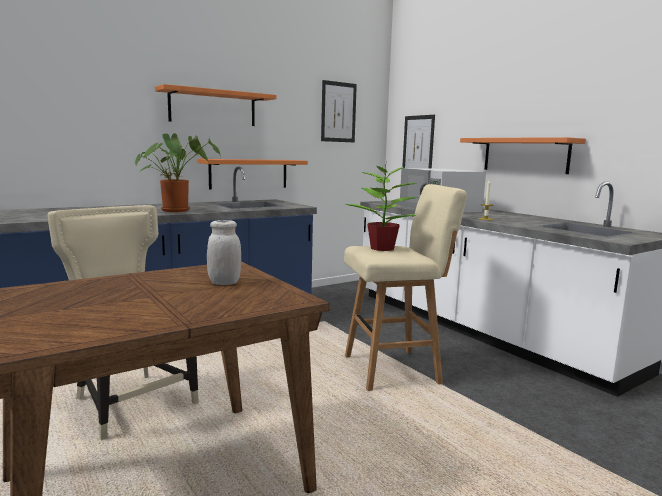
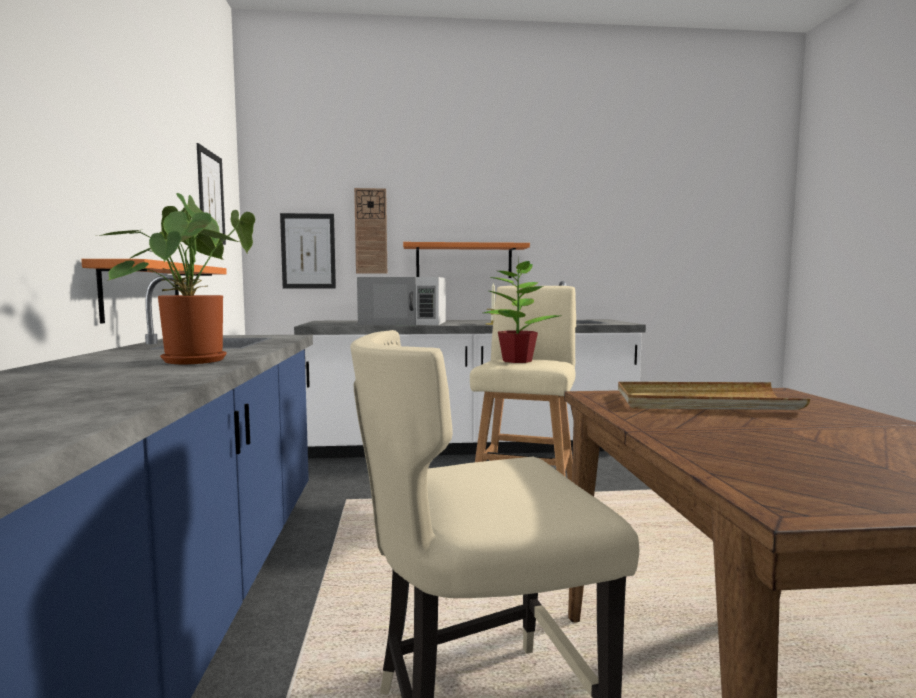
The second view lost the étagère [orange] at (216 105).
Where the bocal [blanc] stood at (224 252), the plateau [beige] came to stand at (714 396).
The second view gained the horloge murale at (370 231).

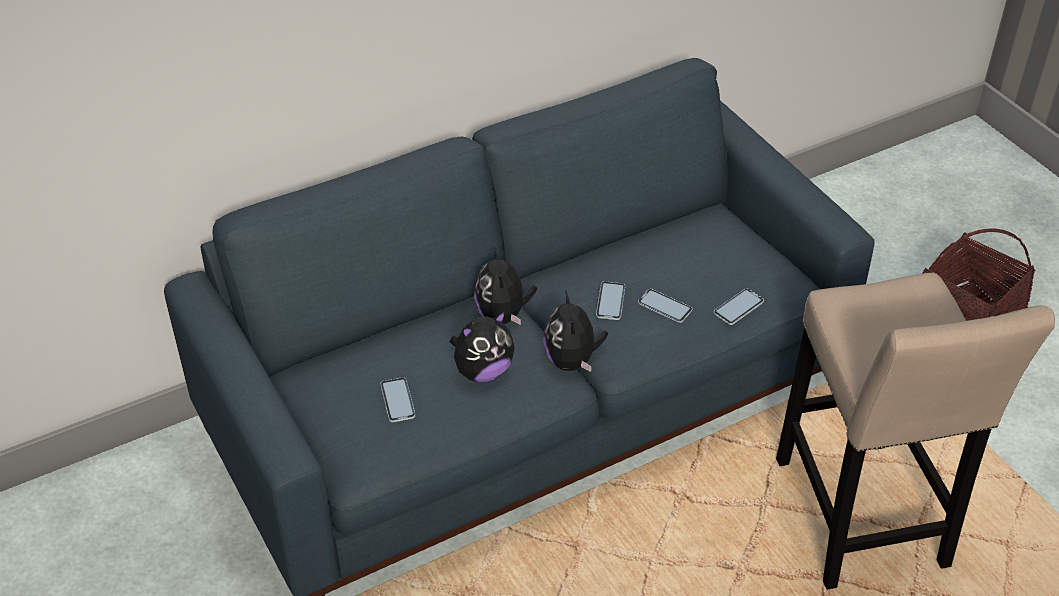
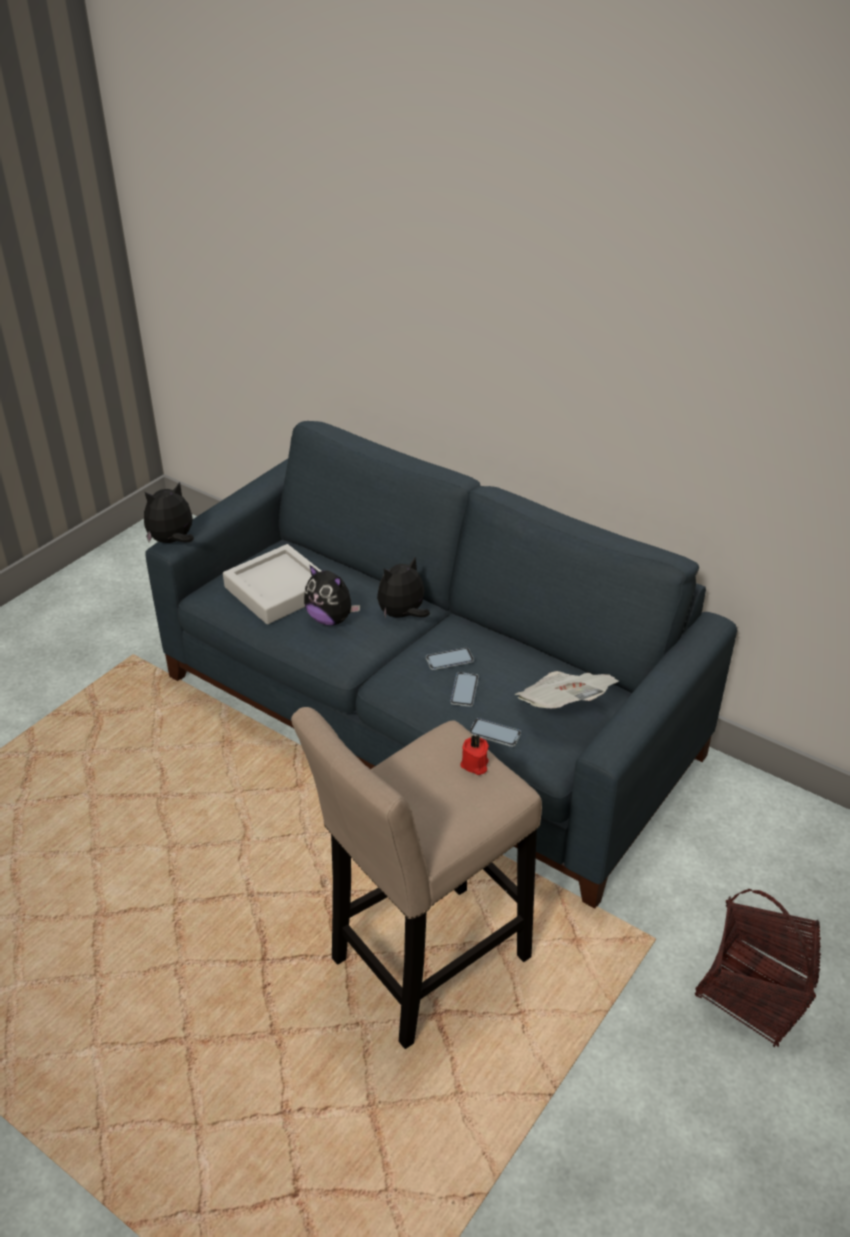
The peluche ended up elsewhere, having gone from (575 331) to (169 512).
Where the téléphone stood at (398 399), the plateau [gris] came to stand at (272 584).
The second view gained the journal at (567 689).
The second view gained the bougie [rouge] at (474 755).

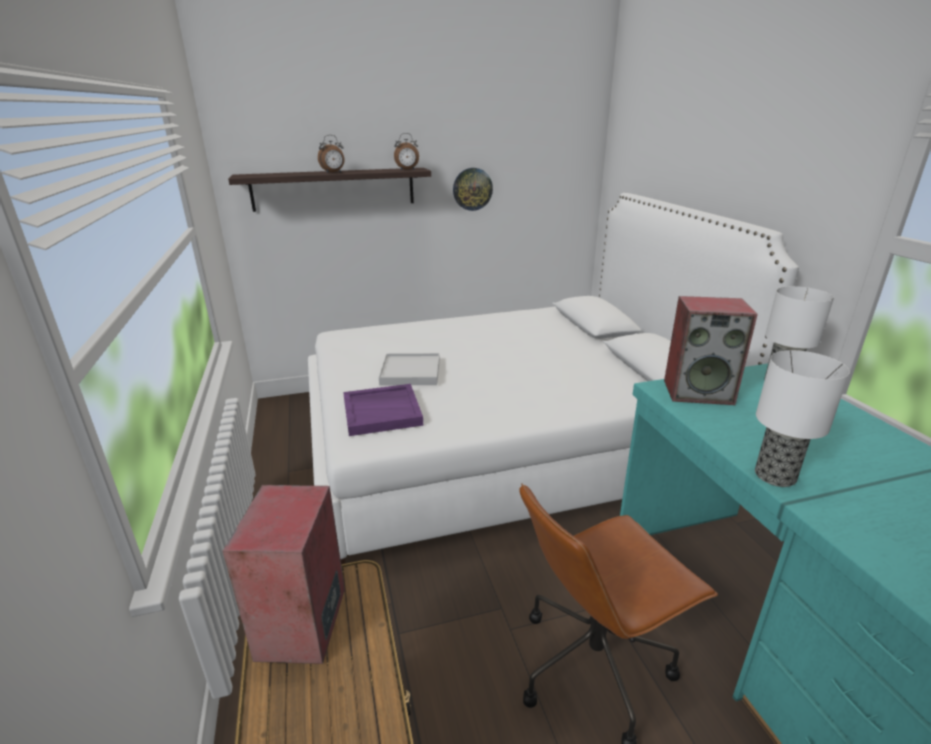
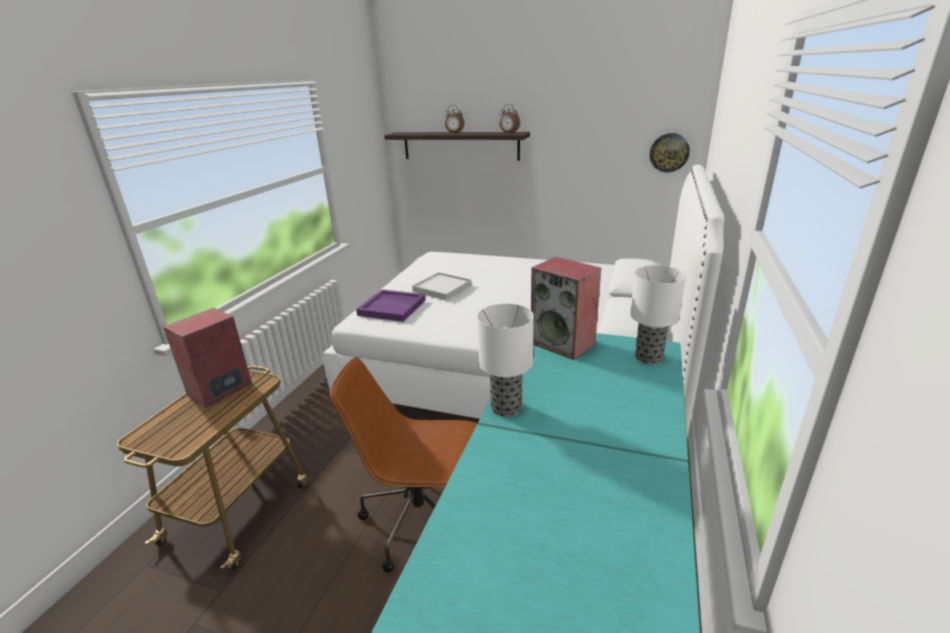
The horloge murale ended up elsewhere, having gone from (473 189) to (670 152).

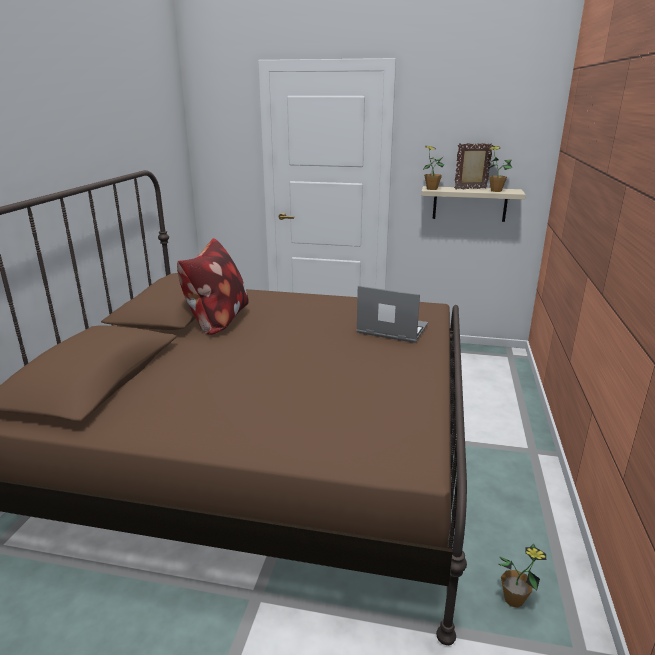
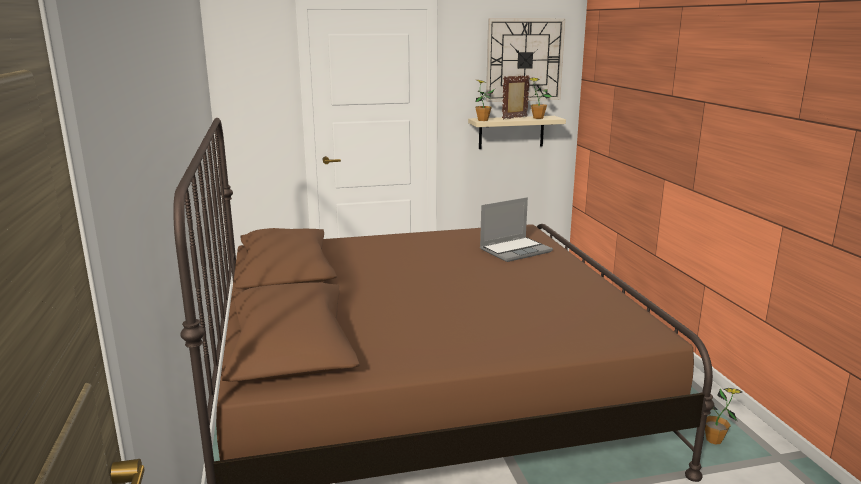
The second view lost the coussin at (213 286).
The ordinateur portable at (392 314) ended up facing another way, 150 degrees clockwise from before.
The second view gained the horloge murale at (525 60).

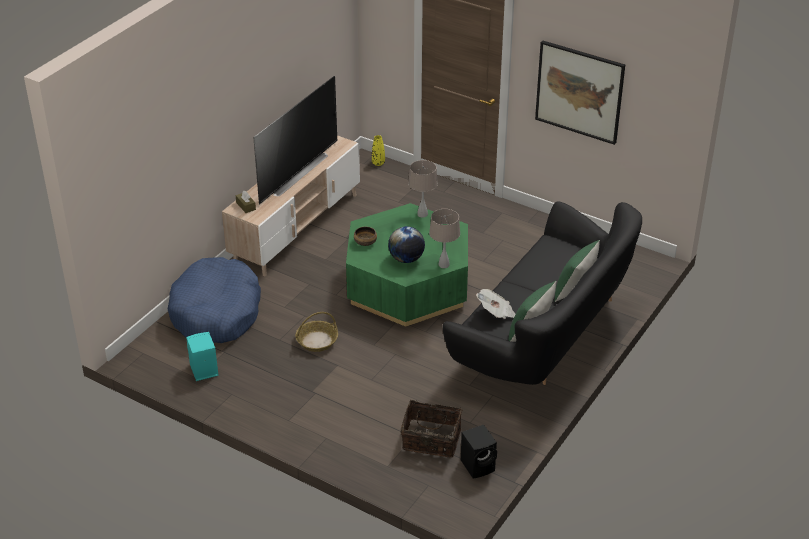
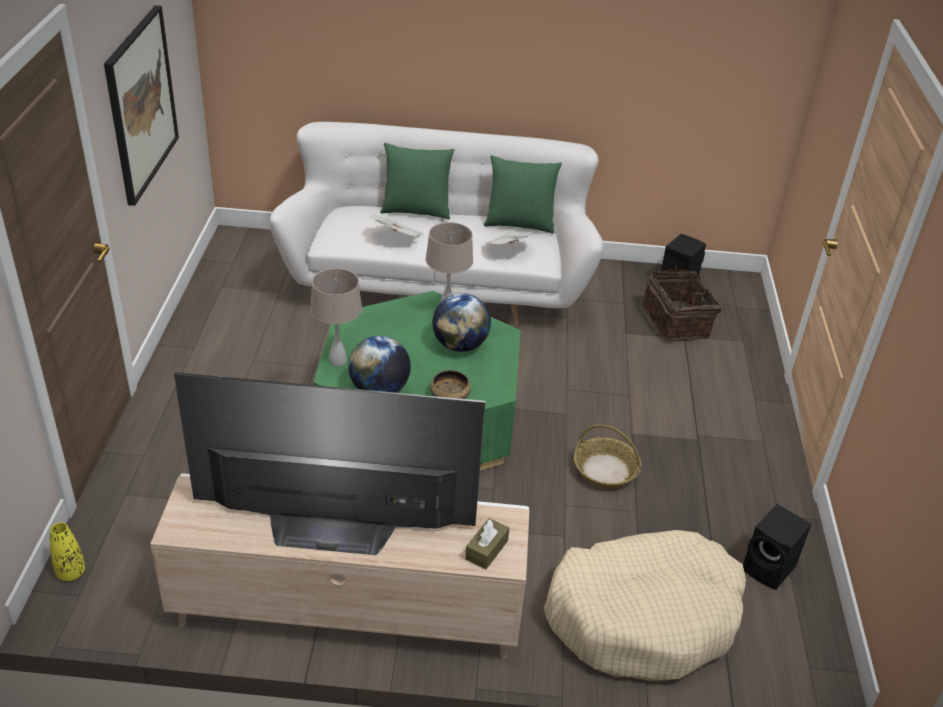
What was the canapé [noir] at (542 293) turned into the canapé [blanc] at (437 223).
What was the panier pour chien [bleu] at (214 300) turned into the panier pour chien [beige] at (645 605).
What was the enceinte [turquoise] at (202 356) turned into the enceinte [noir] at (777 547).
The second view gained the journal at (396 226).
The second view gained the globe at (379 364).

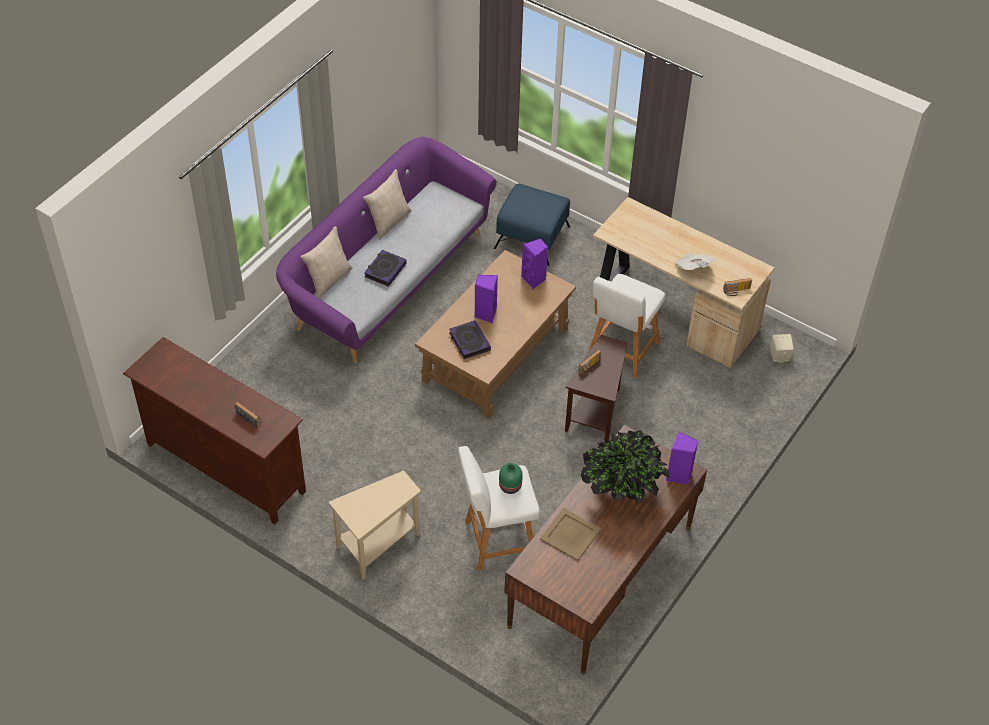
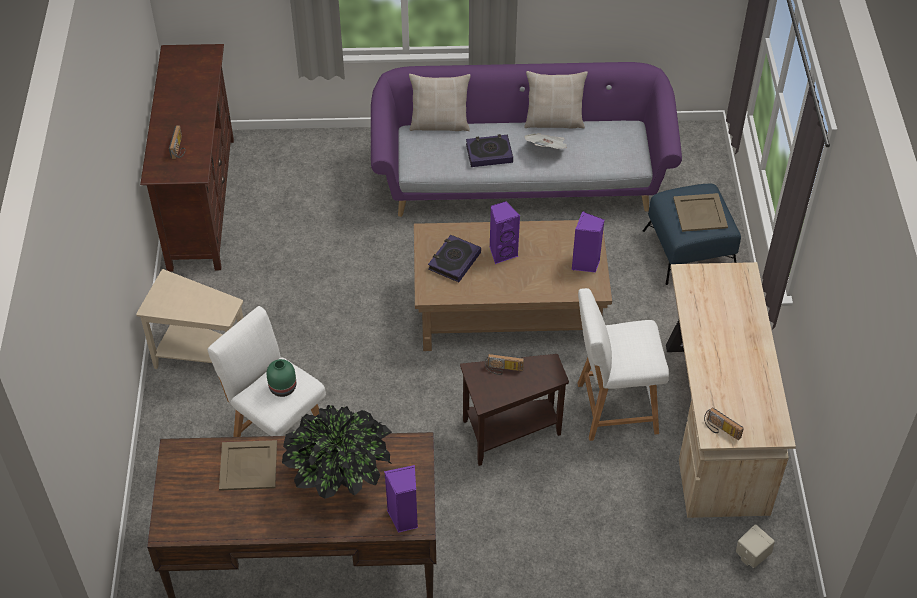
The journal ended up elsewhere, having gone from (694 261) to (546 141).
The second view gained the plateau [beige] at (700 212).

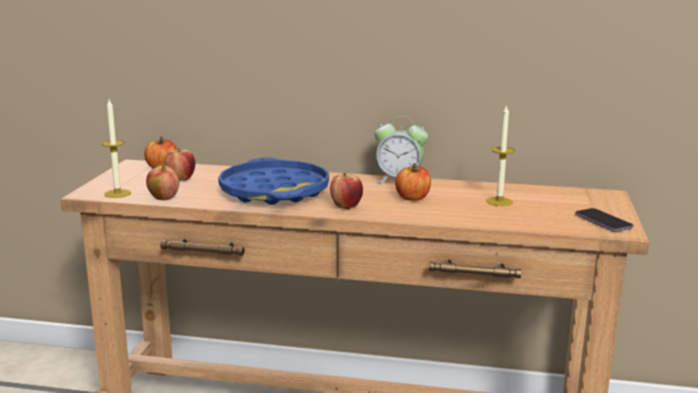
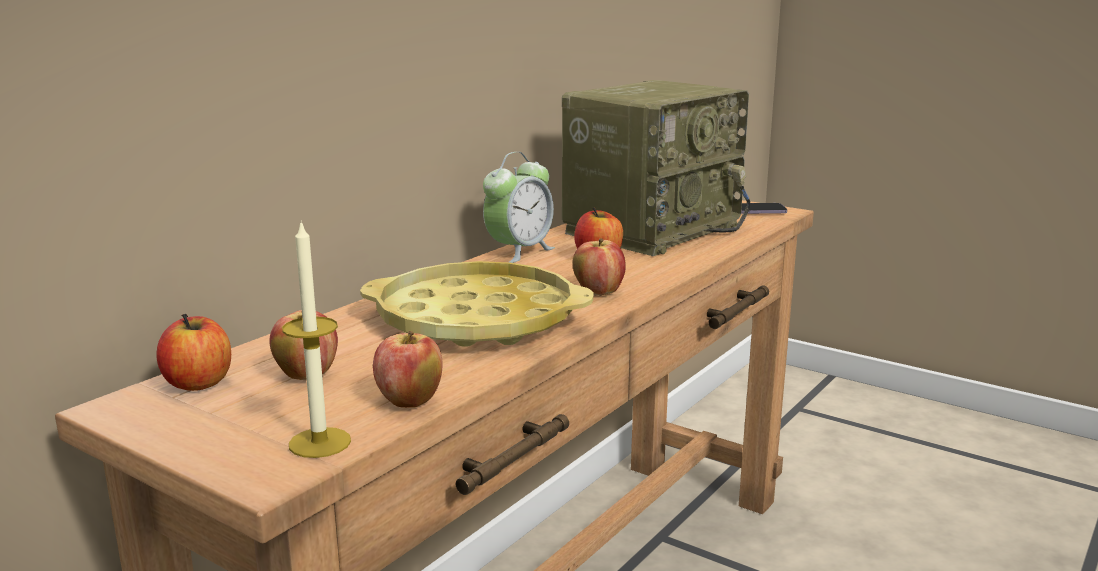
Where the bougie stood at (500 155), the radio came to stand at (656 168).
What was the plateau [bleu] at (273 181) turned into the plateau [jaune] at (476 304).

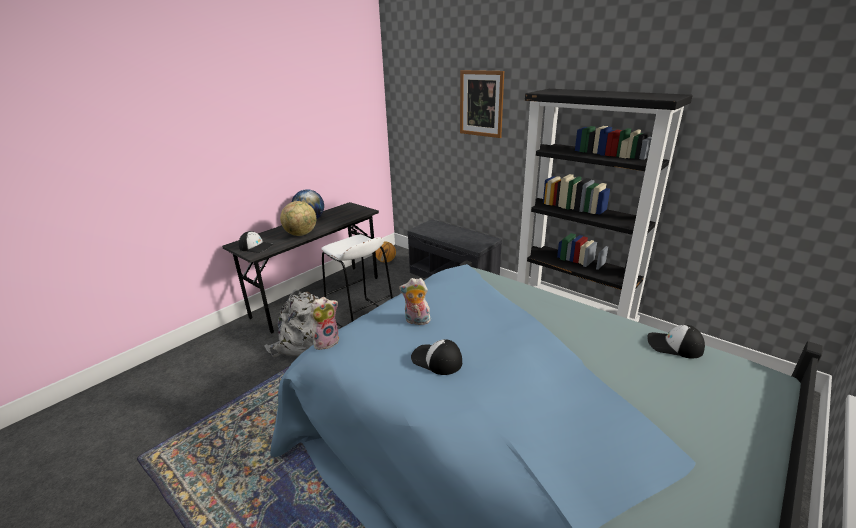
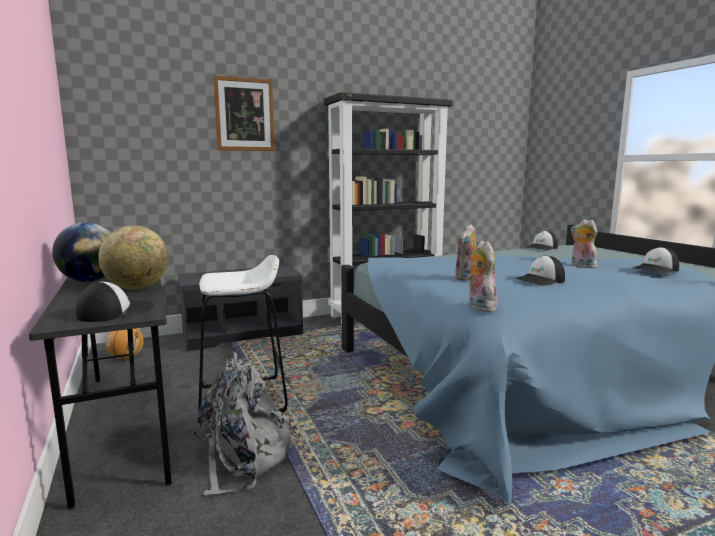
The second view gained the peluche at (584 243).
The second view gained the casquette at (656 260).

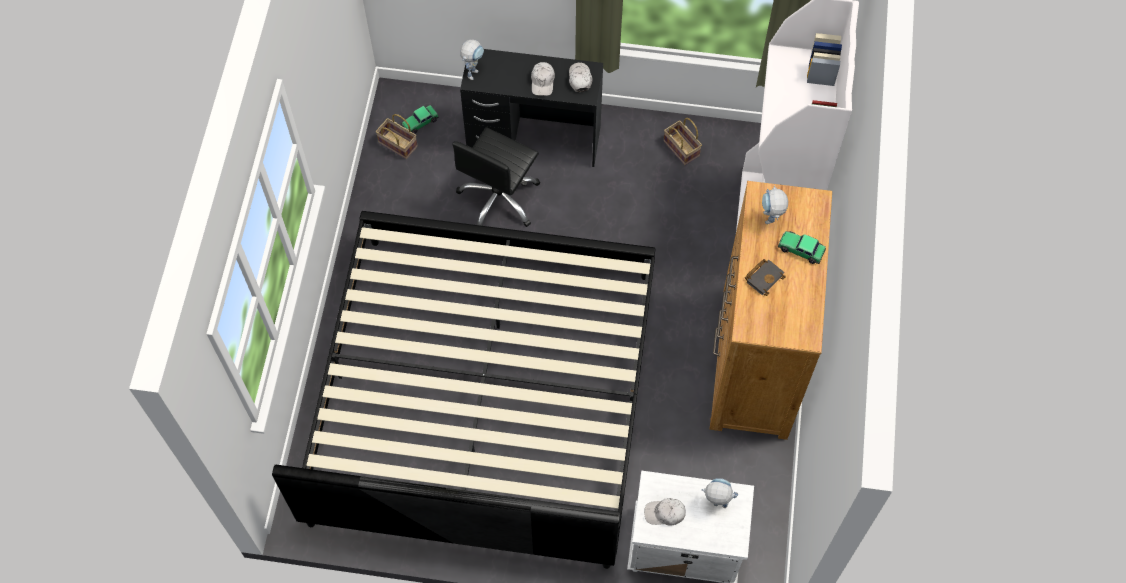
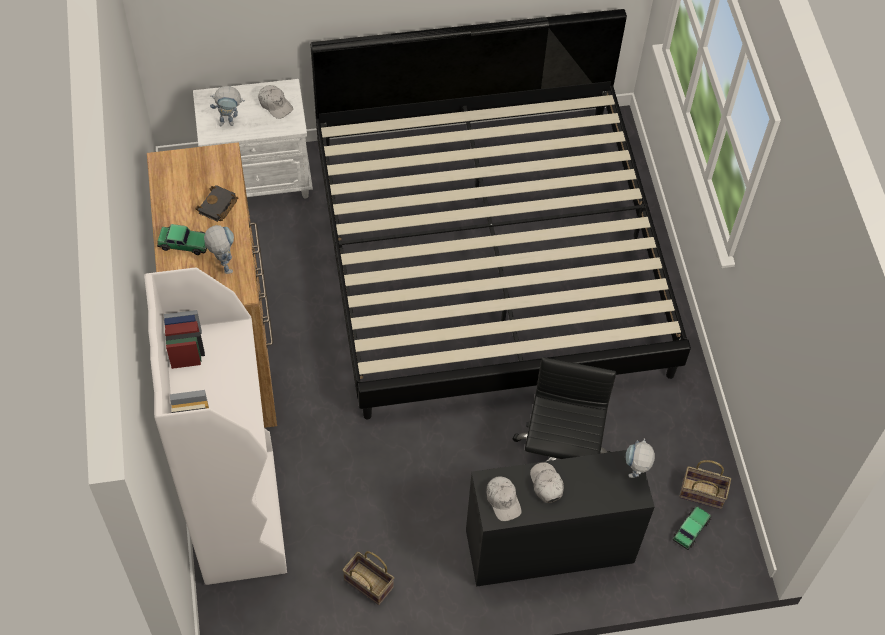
The casquette [blanc] at (665 512) ended up facing another way, 60 degrees clockwise from before.

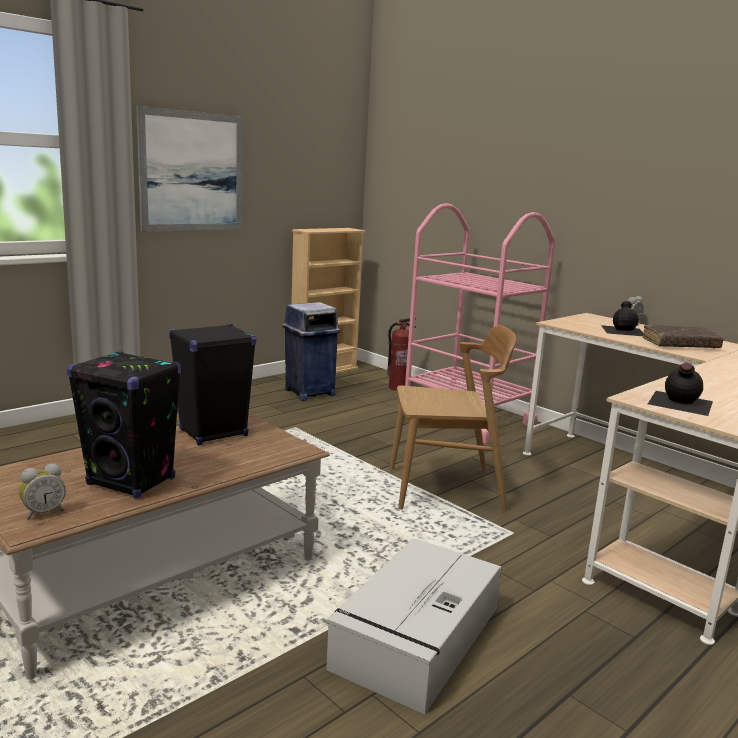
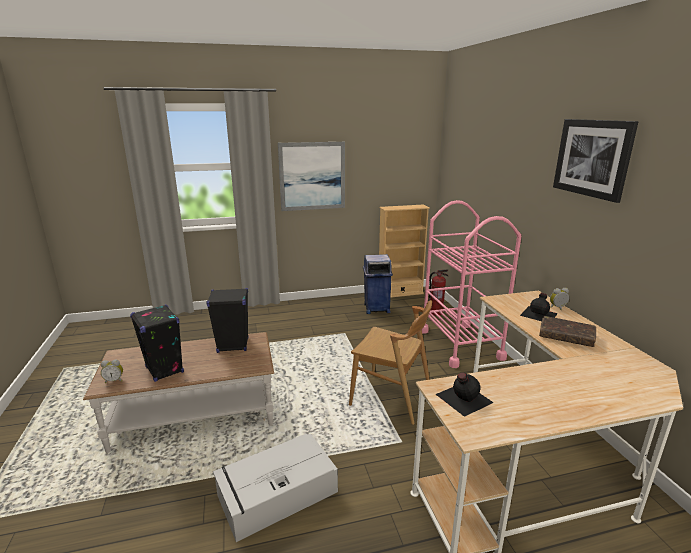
The second view gained the tableau at (595 161).

